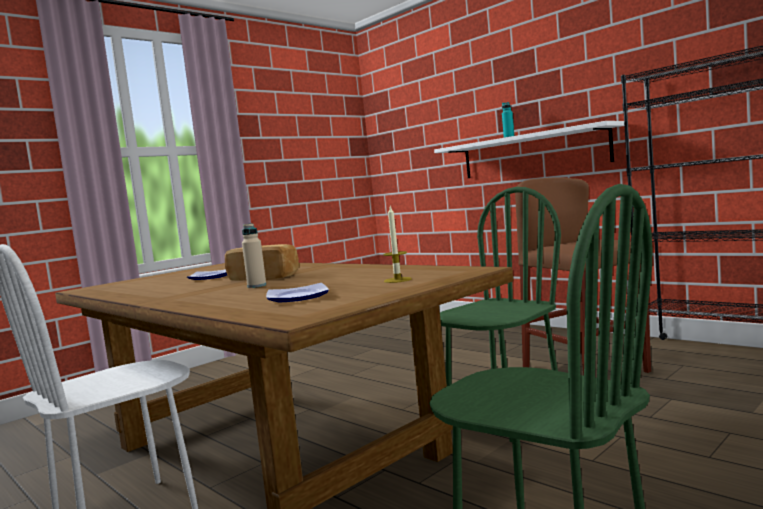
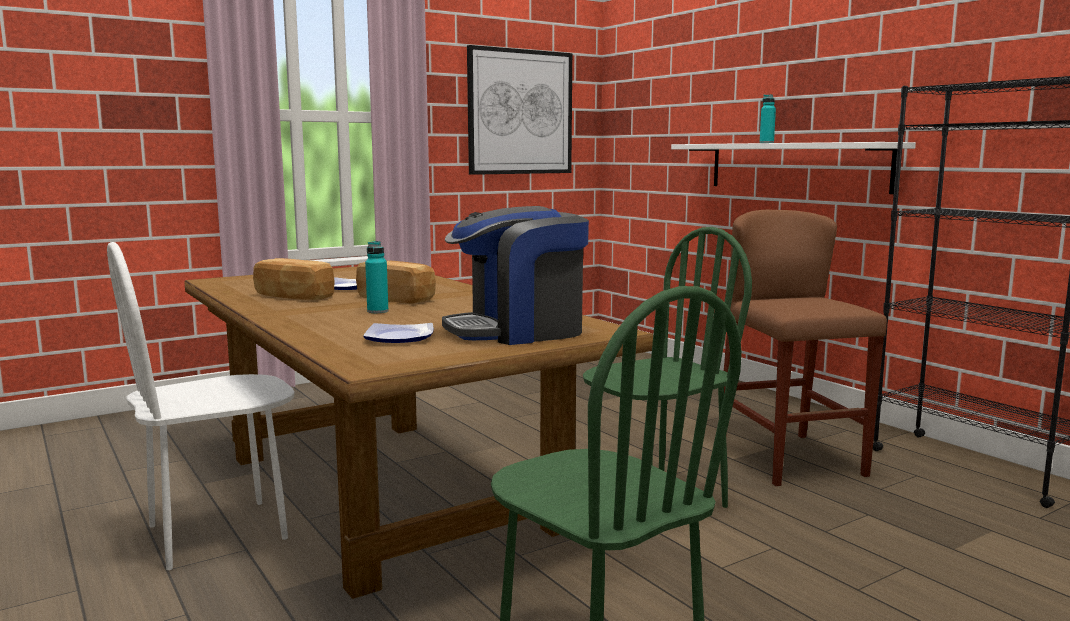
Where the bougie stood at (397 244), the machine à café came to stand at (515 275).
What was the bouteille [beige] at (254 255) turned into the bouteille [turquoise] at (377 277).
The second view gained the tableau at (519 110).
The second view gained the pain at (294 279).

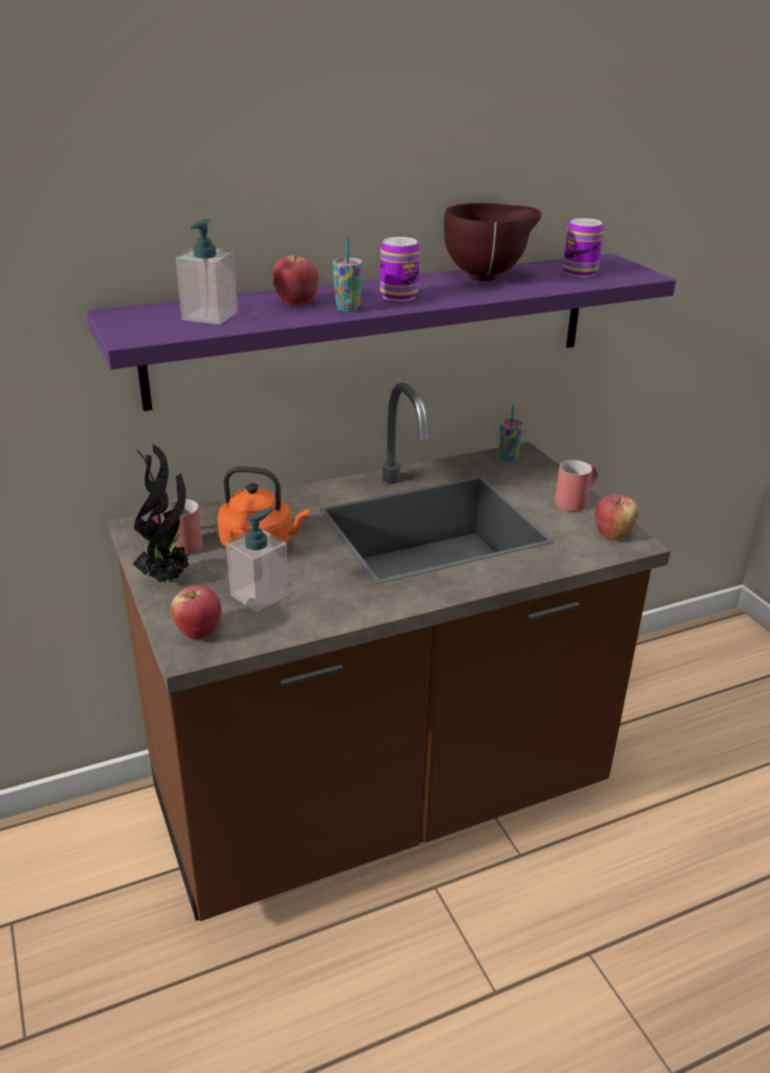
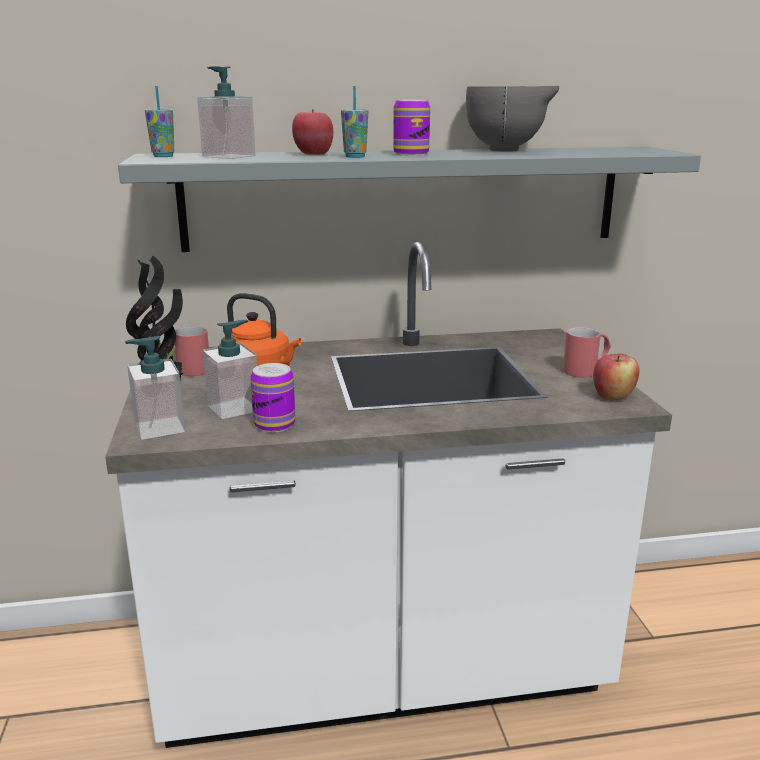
What was the bol [marron] at (492 242) turned into the bol [gris] at (512 119).
The boîte métallique ended up elsewhere, having gone from (583 247) to (272 397).
What was the étagère [violet] at (381 332) turned into the étagère [gris] at (409 199).
What was the comptoir de cuisine [marron] at (389 652) turned into the comptoir de cuisine [blanc] at (388 495).
The tasse ended up elsewhere, having gone from (511 434) to (160 121).
Where the pomme stood at (196 612), the distributeur de savon came to stand at (155 388).

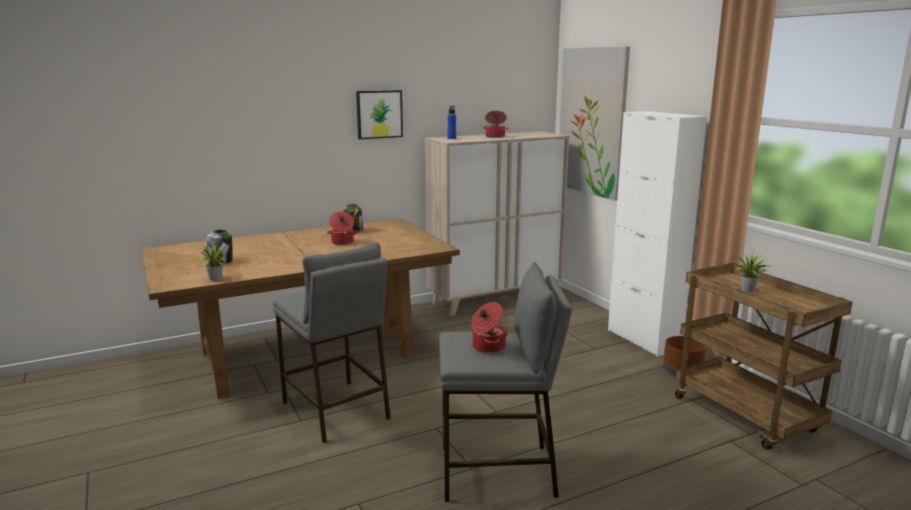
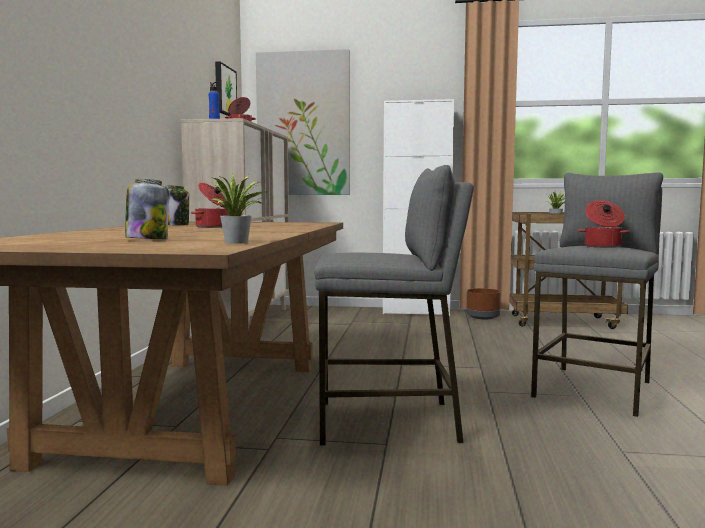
The tableau ended up elsewhere, having gone from (379 114) to (226 88).

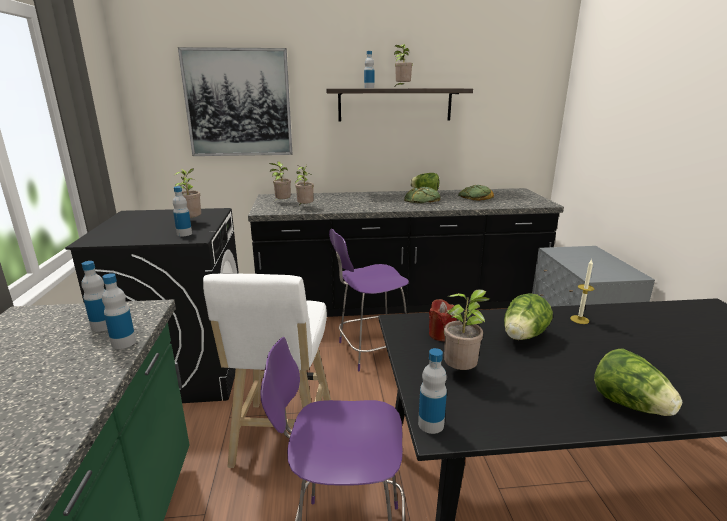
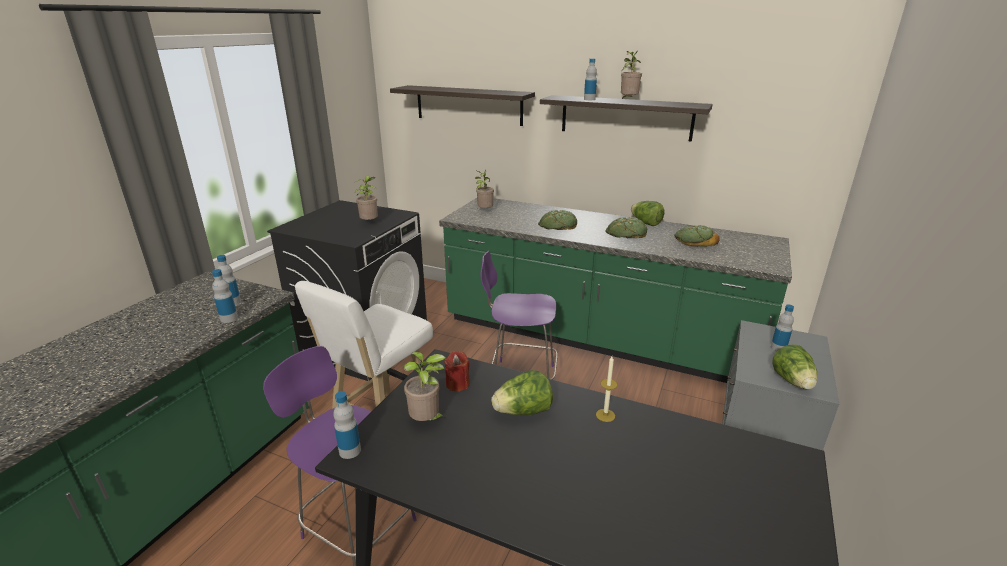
Where the tableau hung at (235 101), the étagère came to hang at (462 105).
The second view lost the plante en pot at (304 185).
The bouteille ended up elsewhere, having gone from (182 211) to (782 328).
What was the comptoir de cuisine [noir] at (406 252) turned into the comptoir de cuisine [vert] at (615 290).
The laitue ended up elsewhere, having gone from (638 382) to (794 366).
The second view gained the pain at (557 220).

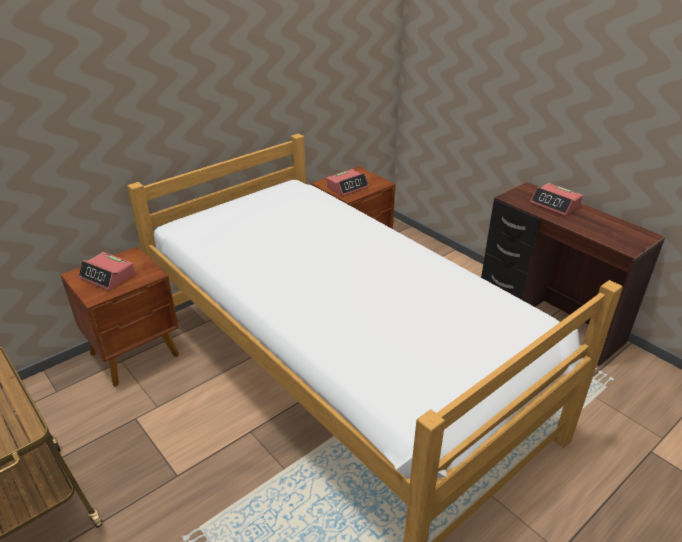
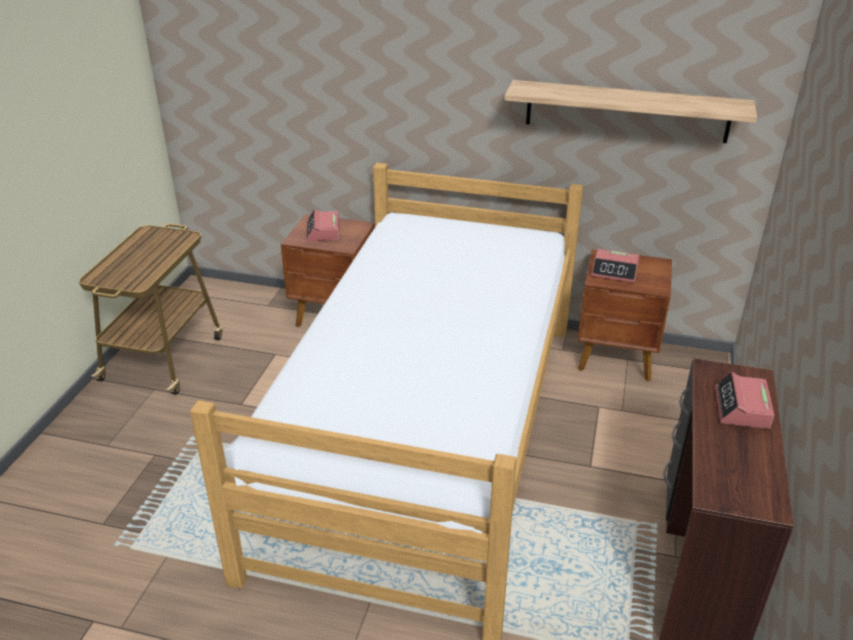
The second view gained the étagère at (631 111).

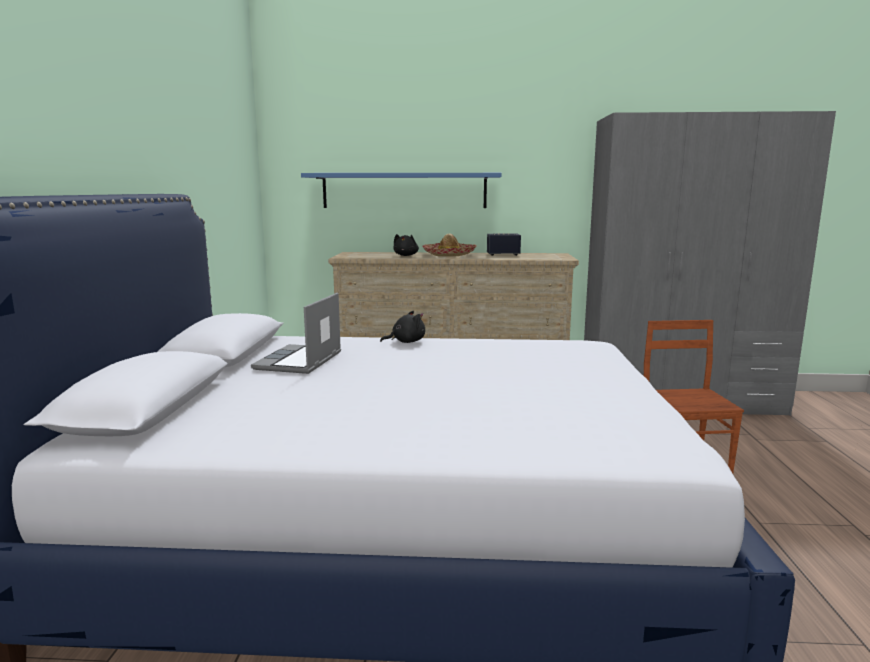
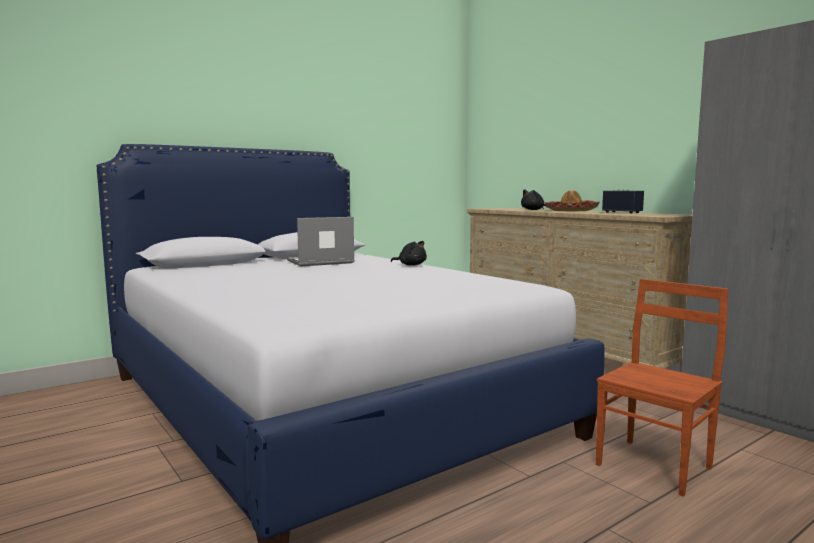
The second view lost the étagère [bleu] at (401 190).

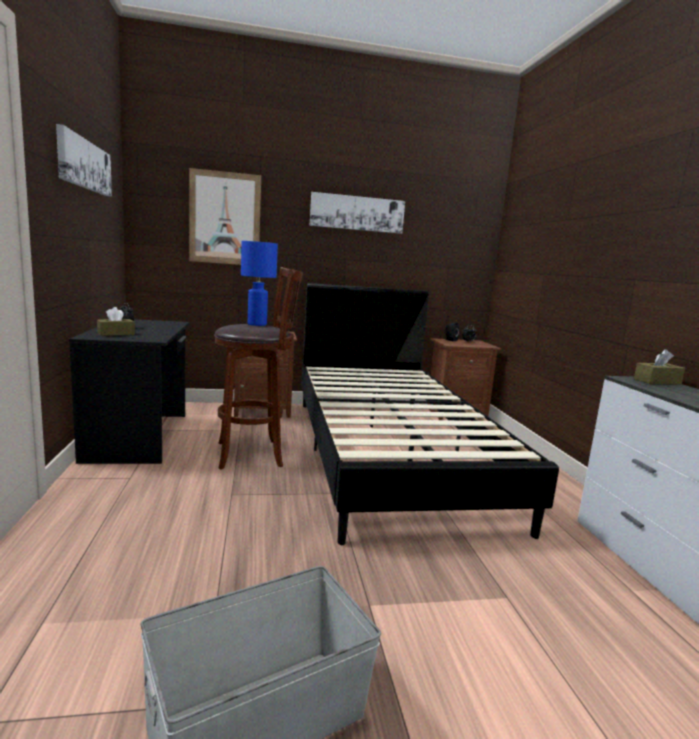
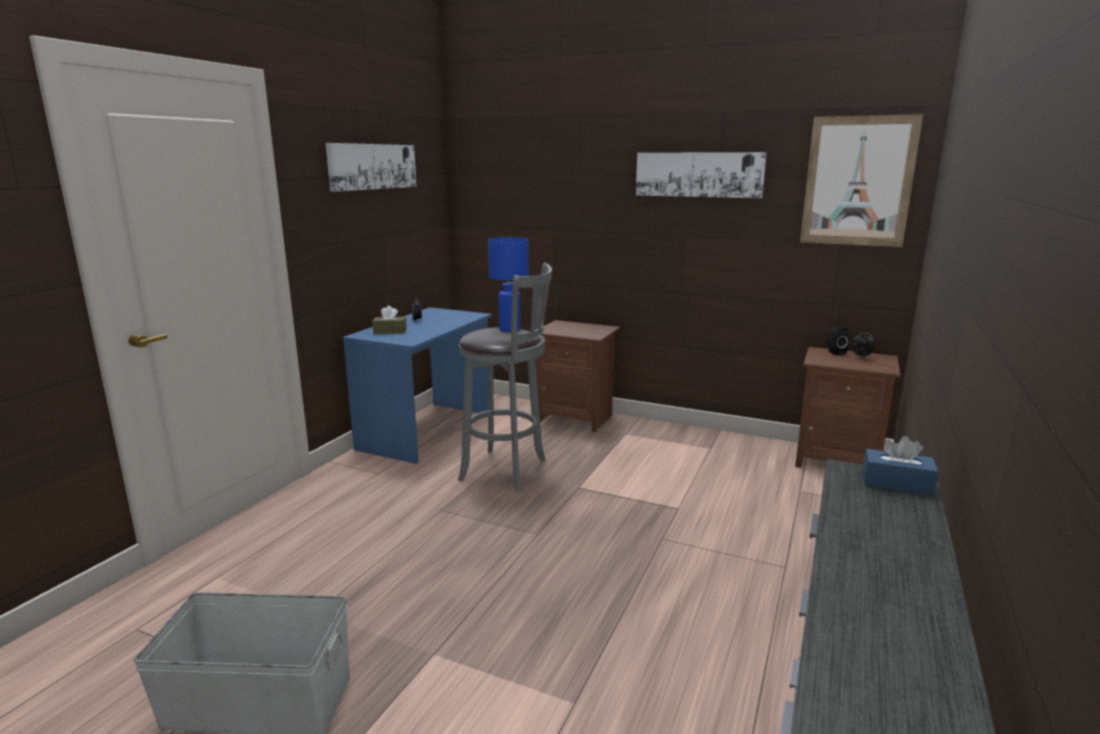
The tableau ended up elsewhere, having gone from (225 216) to (861 180).
What was the tabouret [marron] at (258 368) turned into the tabouret [gris] at (505 377).
The second view lost the lit [noir] at (430 414).
What was the bureau [noir] at (129 391) turned into the bureau [bleu] at (417 385).
What was the boîte à mouchoirs [marron] at (659 367) turned into the boîte à mouchoirs [bleu] at (900 466).

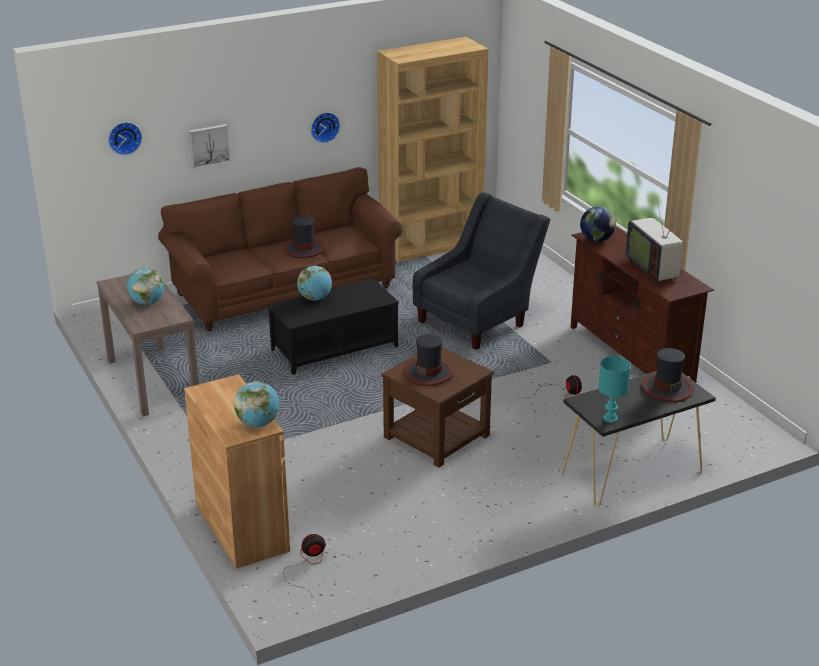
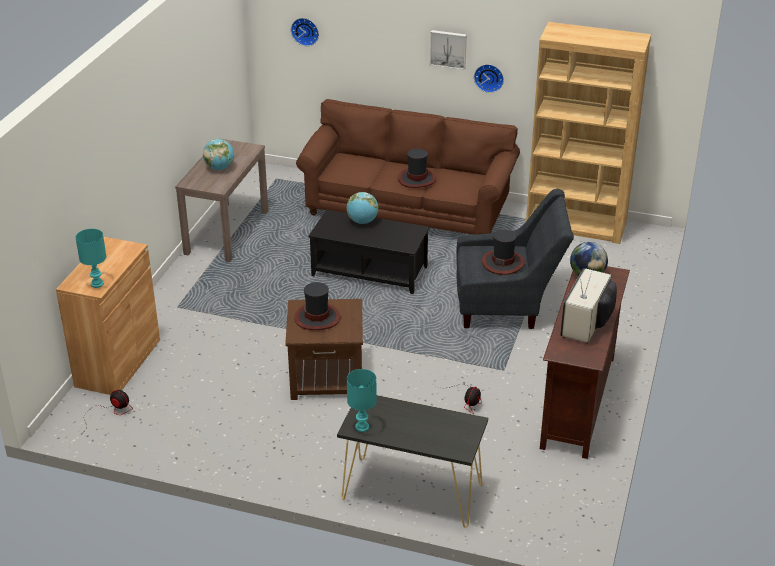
The tableau ended up elsewhere, having gone from (209 146) to (448 50).
The chapeau ended up elsewhere, having gone from (667 375) to (503 252).
Where the globe stood at (257 404), the lampe de table [turquoise] came to stand at (90 258).

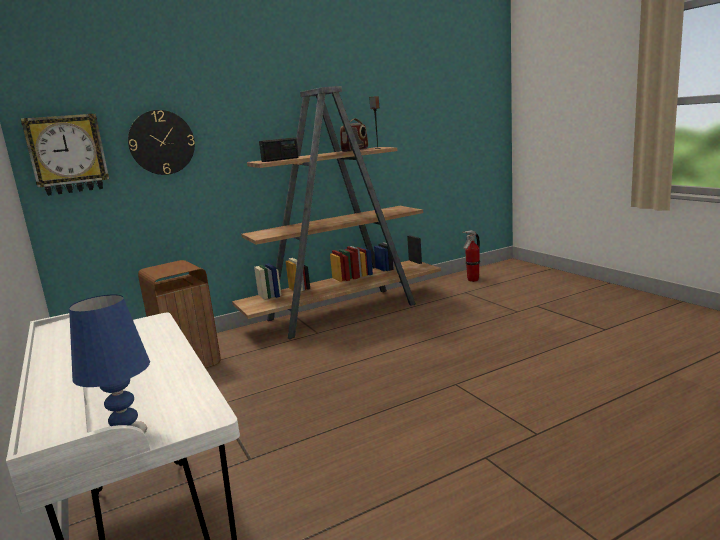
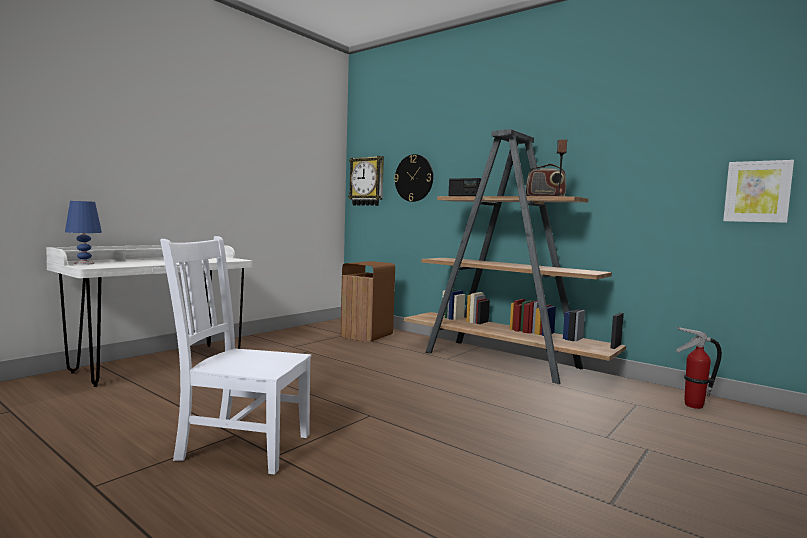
The second view gained the tableau at (758 191).
The second view gained the chaise [blanc] at (235 355).

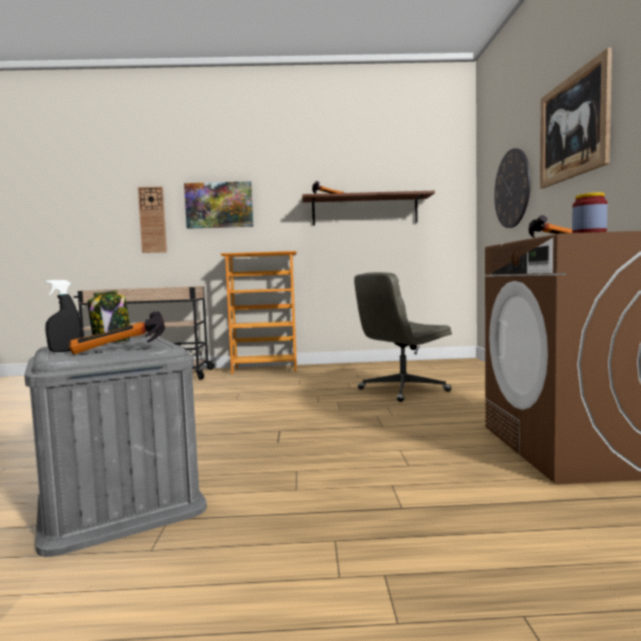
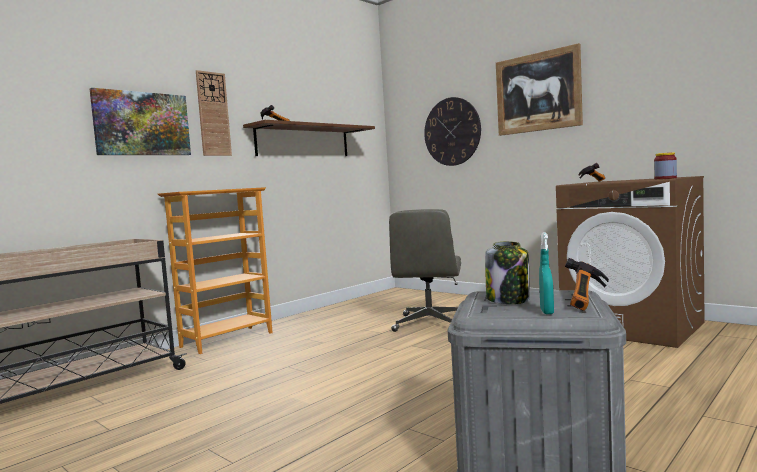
The horloge murale ended up elsewhere, having gone from (152 219) to (214 113).
What was the vaporisateur [noir] at (63 316) turned into the vaporisateur [turquoise] at (546 273).

